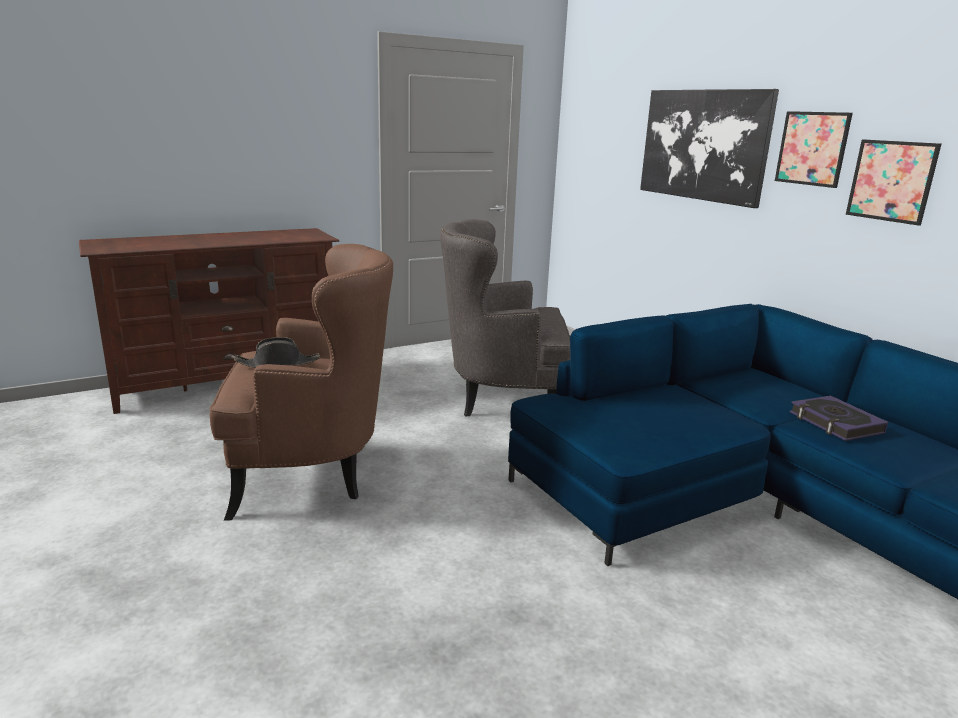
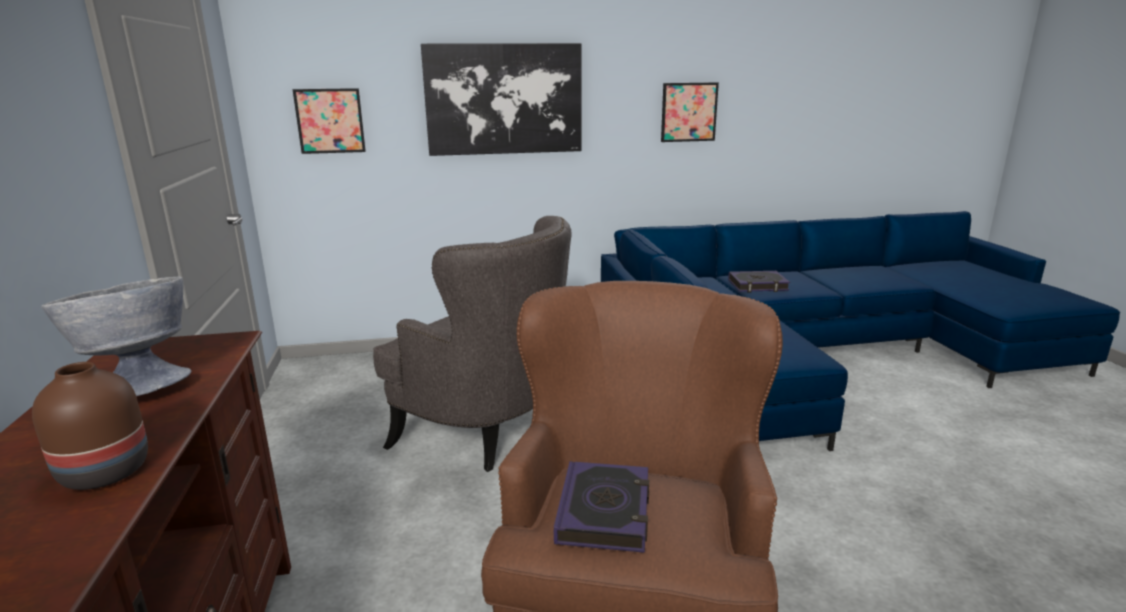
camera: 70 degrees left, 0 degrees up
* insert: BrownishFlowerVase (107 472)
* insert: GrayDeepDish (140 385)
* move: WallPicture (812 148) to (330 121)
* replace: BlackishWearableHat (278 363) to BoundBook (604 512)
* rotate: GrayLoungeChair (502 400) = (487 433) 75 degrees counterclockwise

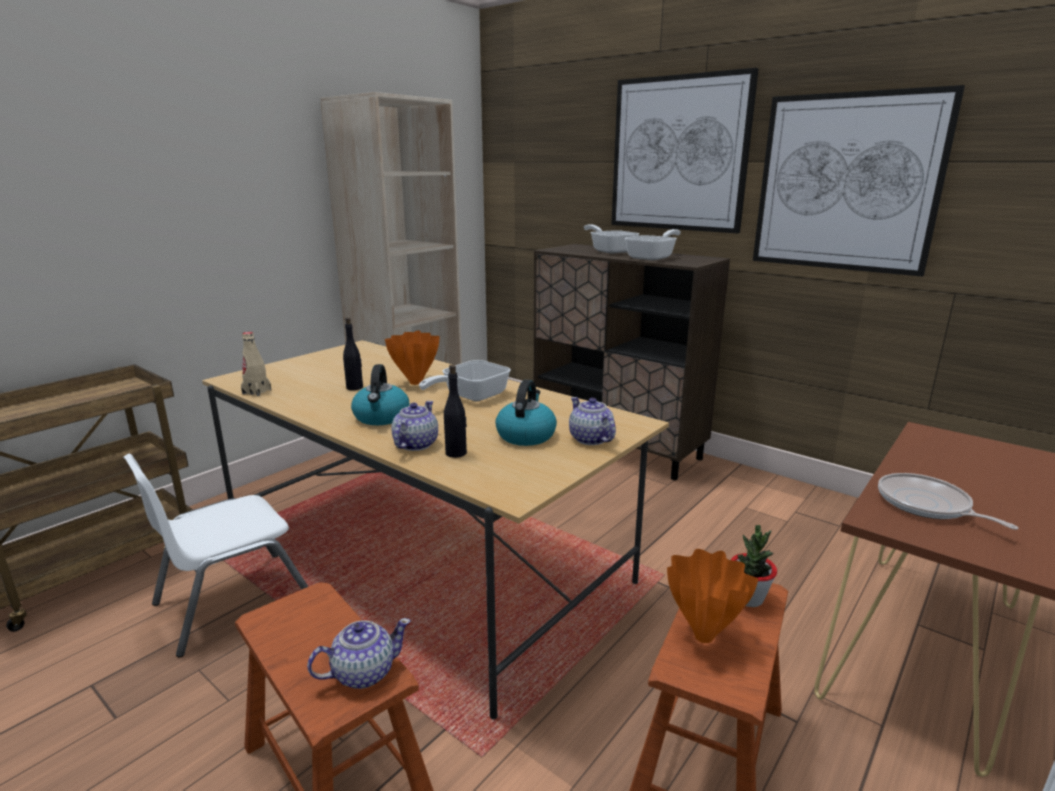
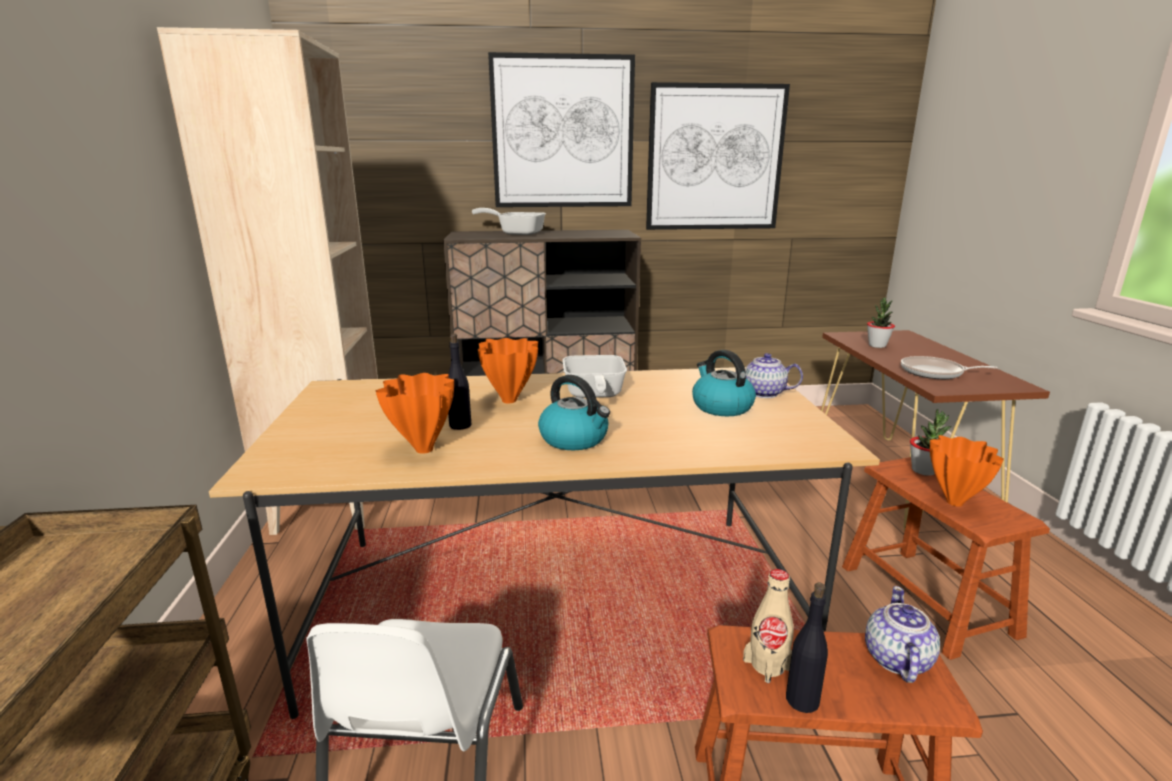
camera: 45 degrees left, 0 degrees up
* delete: PotForTea (415 444)
* delete: Pan (653 257)
* insert: OrangeyFlowerVase (423 449)
* insert: PlantInAPot (877 345)
* move: BeigeColouredBottle (256 391) to (767 665)
* move: BlackishBottle (456 453) to (802 700)

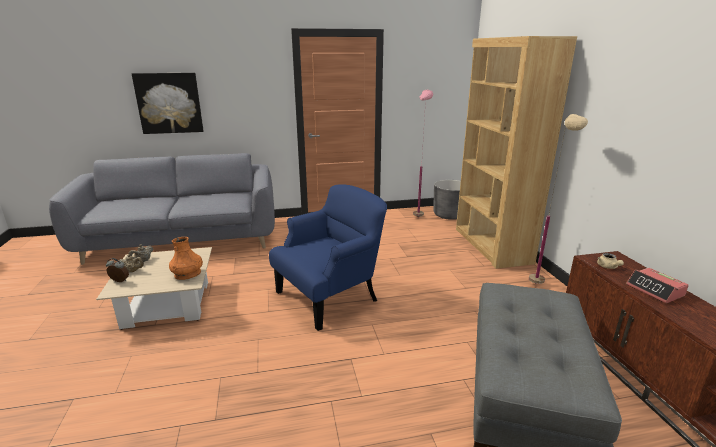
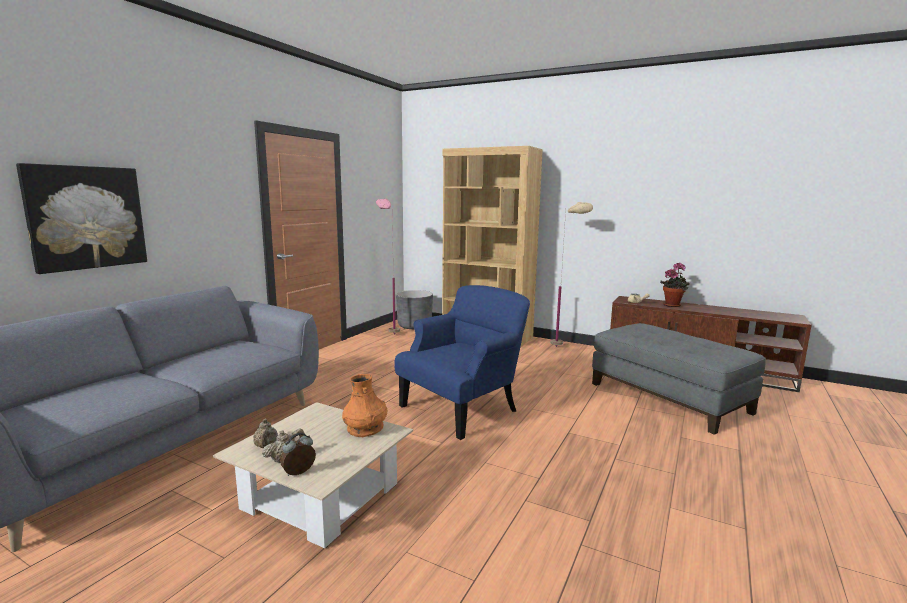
camera: 50 degrees left, 10 degrees down
* replace: TableClock (655 290) to PlantInAPot (673 305)
* rotate: BlueLoungeChair (330 296) = (462 408) 45 degrees clockwise

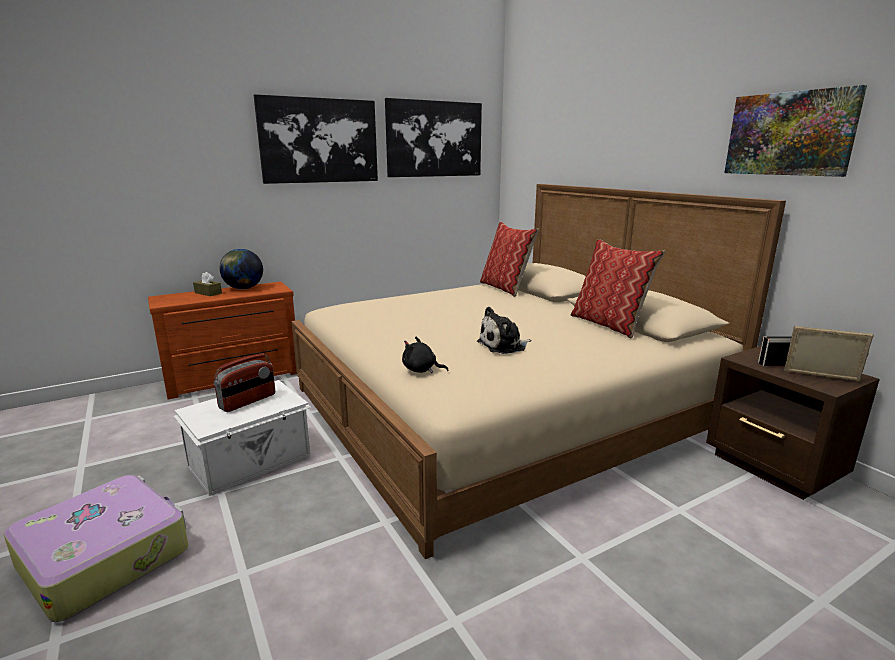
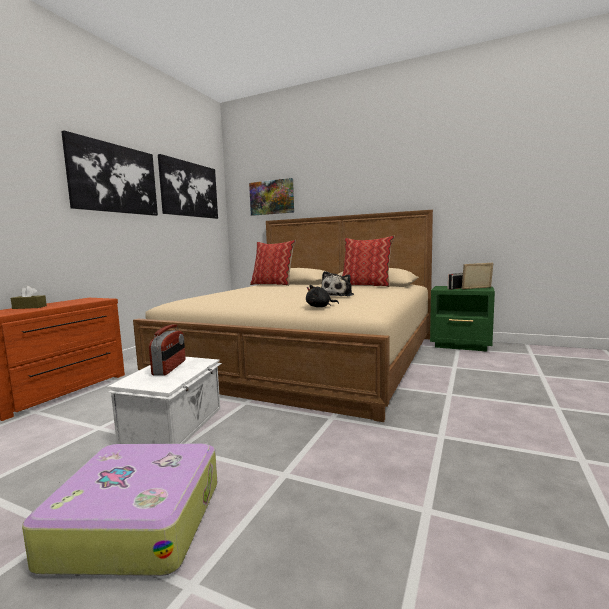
camera: 35 degrees left, 10 degrees down
* delete: Globe (243 288)
* move: WallPicture (789 134) to (272 197)
* recolor: BrownishNightstand (774 467) to GreenColouredNightstand (461 345)

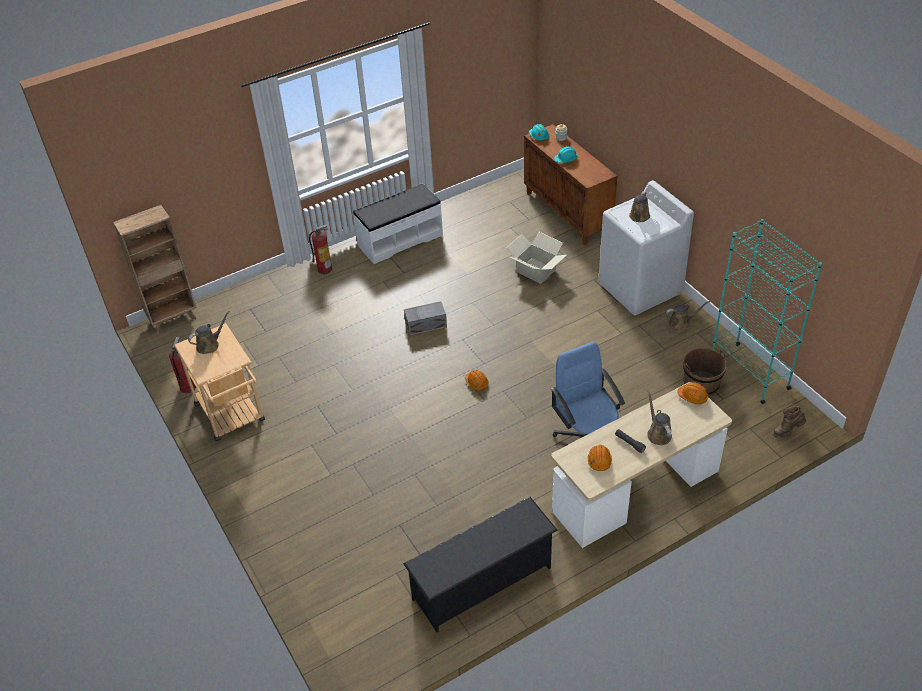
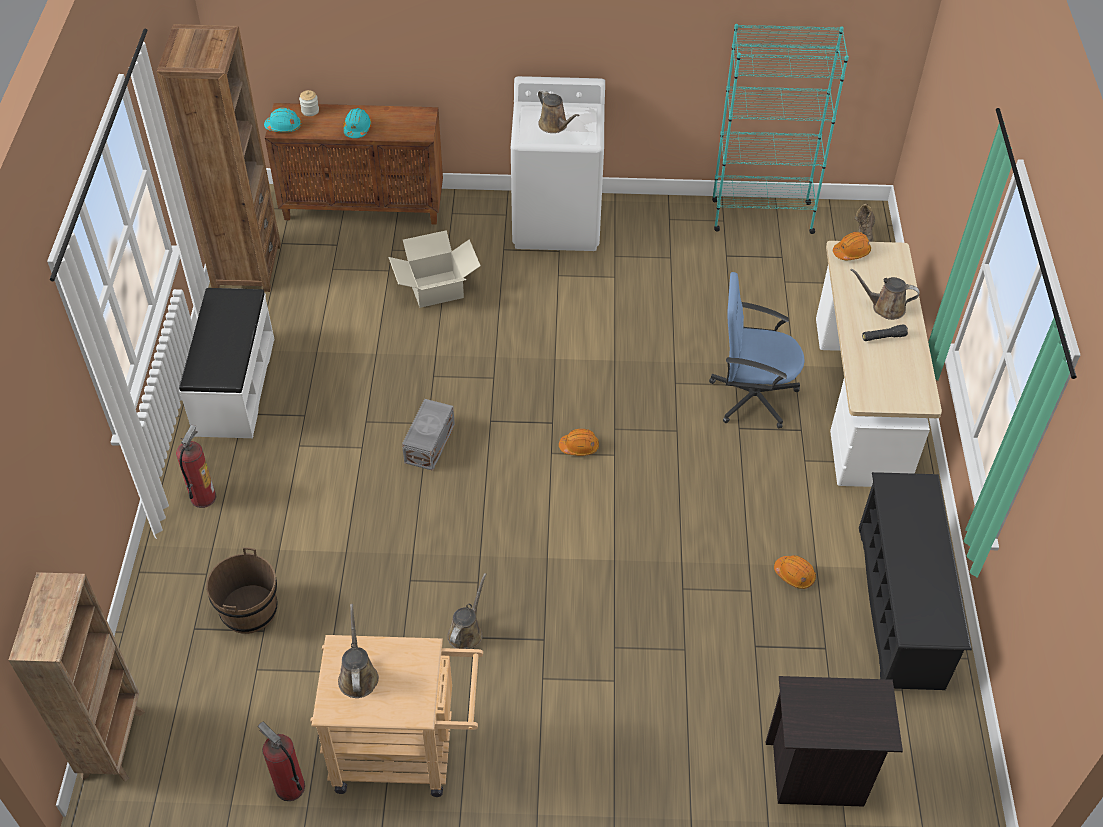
camera: 60 degrees left, 5 degrees up
* insert: BrownishShelvingUnit (246 267)
* insert: BlackishNightstand (817 774)
* move: OrangeySafetyHelmet (599 460) to (794 575)
* move: BrownishWateringPot (681 323) to (466 632)
* move: BrownishPail (701 384) to (249 610)

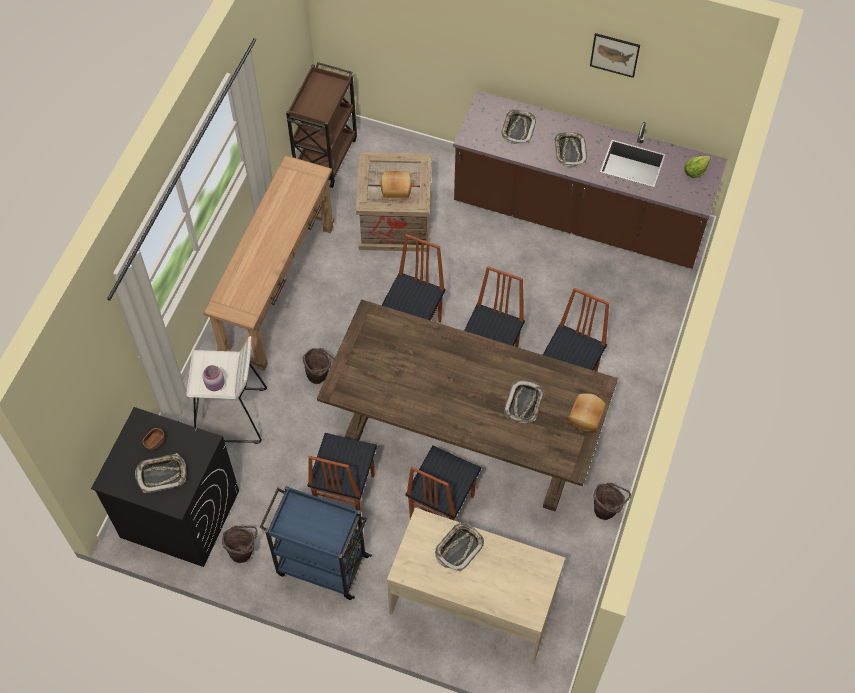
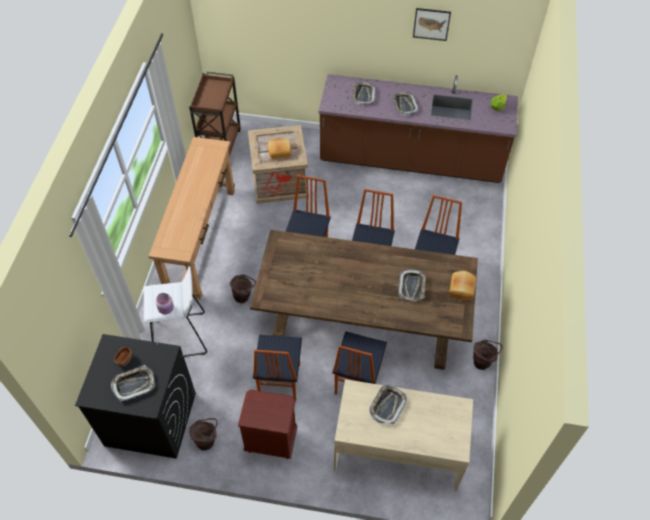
camera: 10 degrees left, 5 degrees down
* replace: BlueCart (321 564) to BrownishNightstand (271 440)

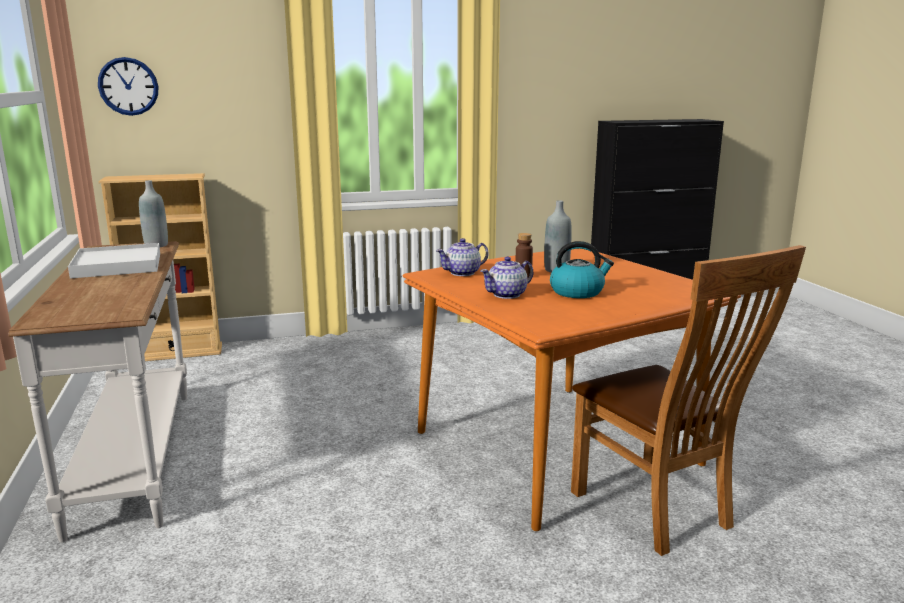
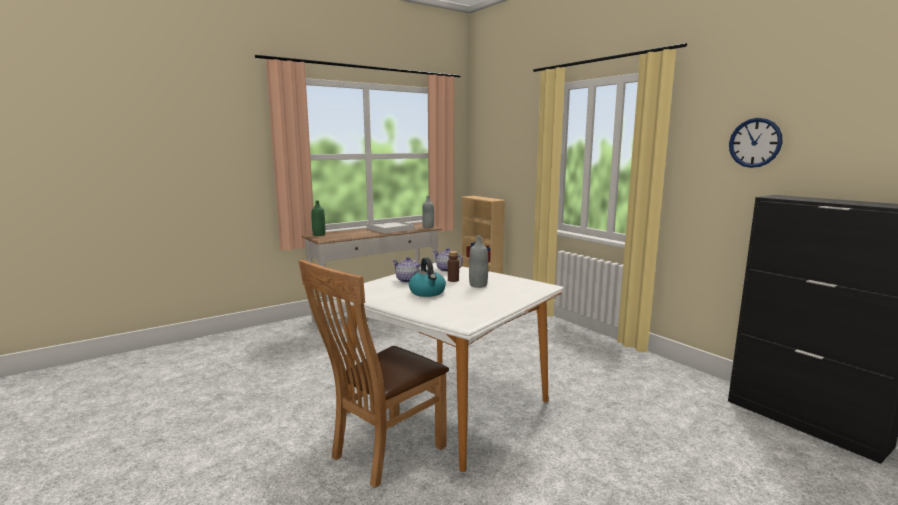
camera: 70 degrees right, 5 degrees down
* insert: GreenColouredBottle (319 235)
* move: WallClock (128 86) to (755 143)
* recolor: OrangeyDiningTable (556 448) to WhitishDiningTable (449 407)

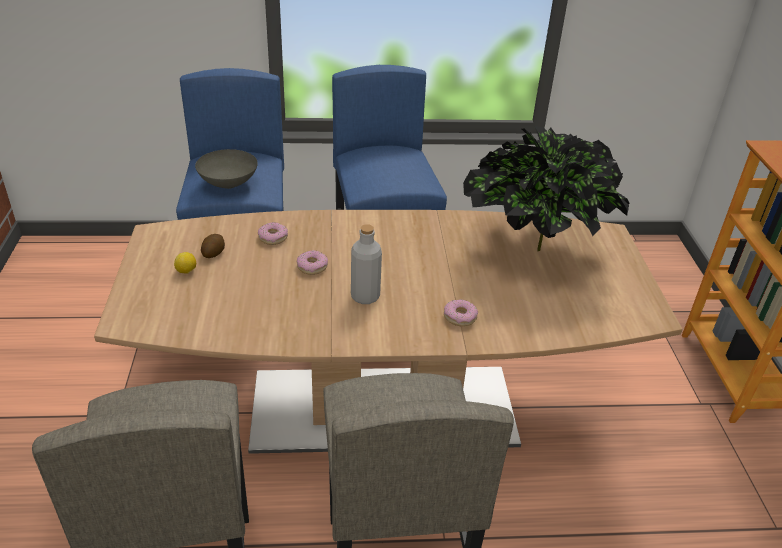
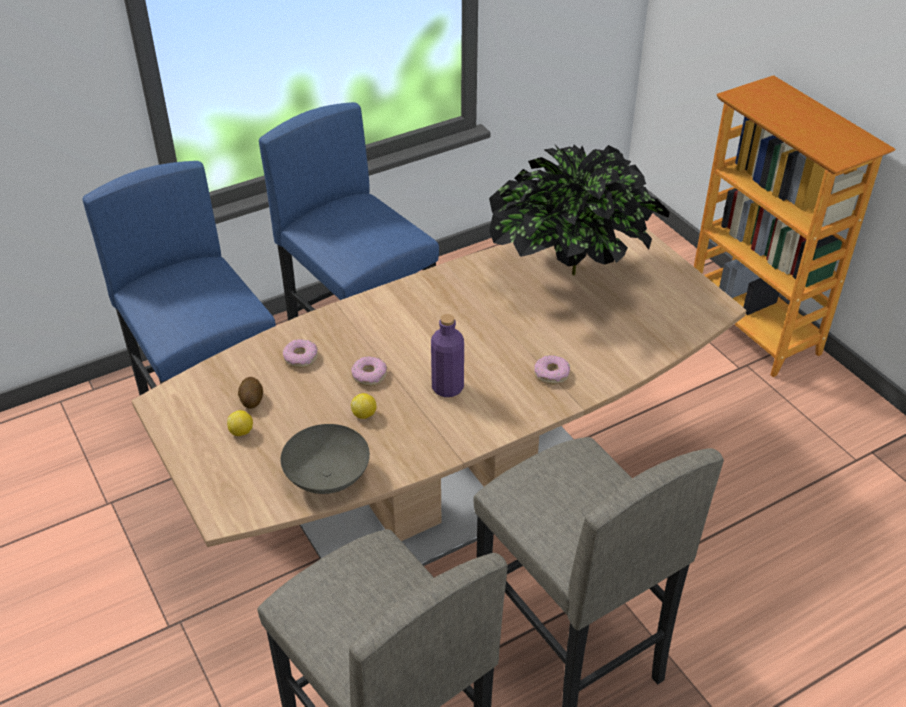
camera: 25 degrees left, 5 degrees up
* insert: WholeLemon (364 414)
* move: GrayDeepDish (228 183) to (327 477)
* recolor: GrayBottle (365 296) to PurpleBottle (447 388)

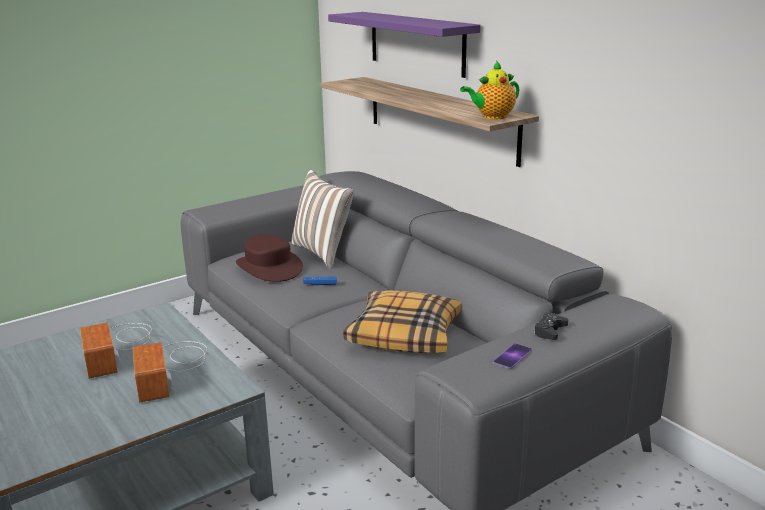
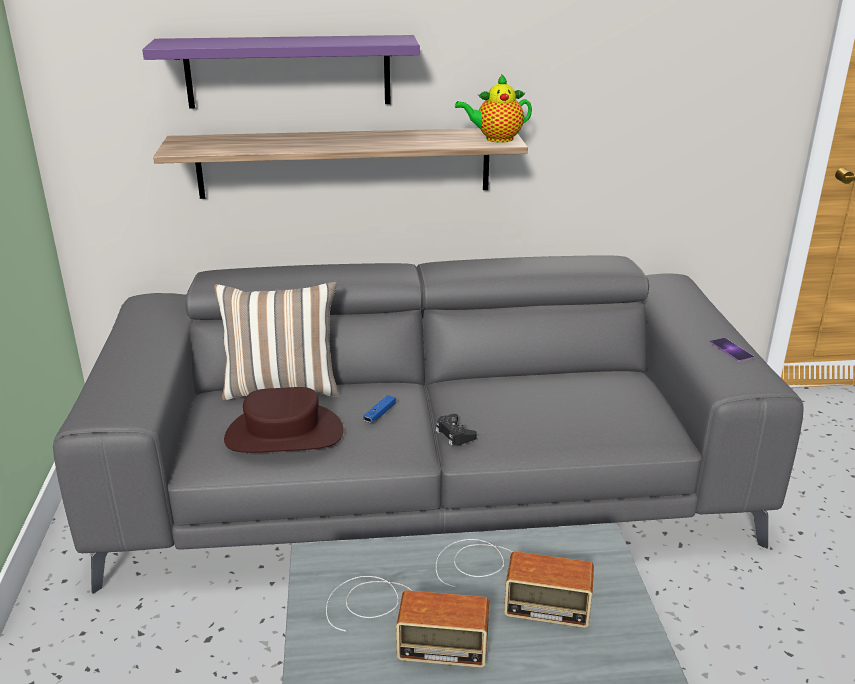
camera: 60 degrees left, 5 degrees up
* delete: ThrowPillow (405 334)
* move: BlackishGamepad (550 331) to (454 434)
* rotate: PotForTea (492 117) = (496 139) 75 degrees clockwise

